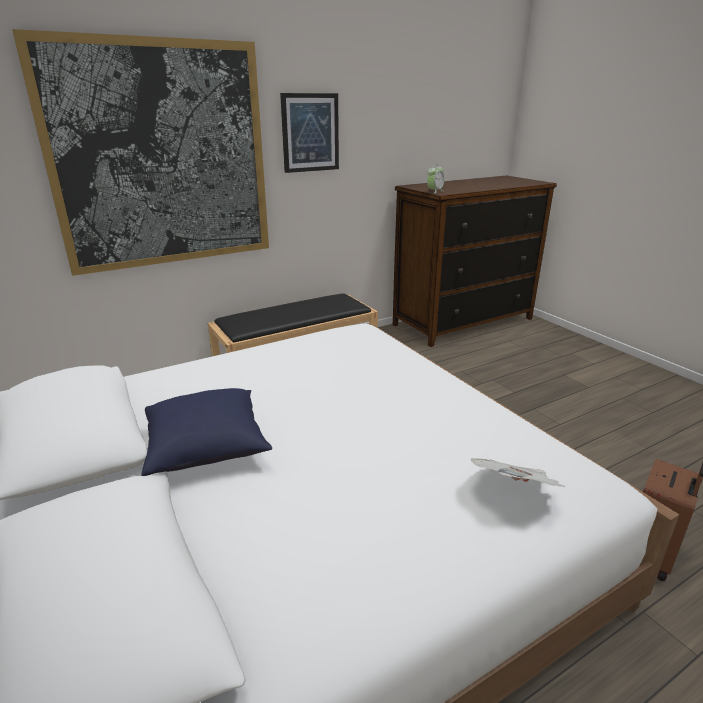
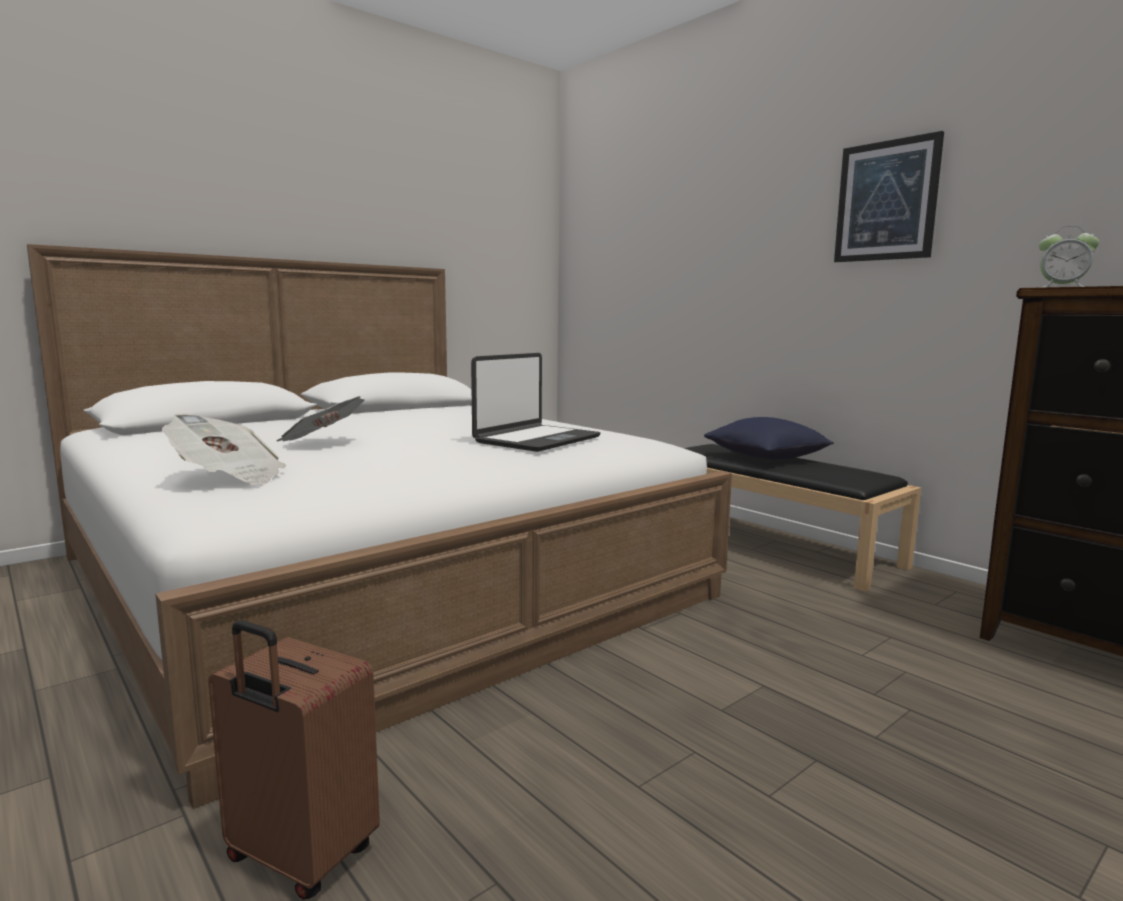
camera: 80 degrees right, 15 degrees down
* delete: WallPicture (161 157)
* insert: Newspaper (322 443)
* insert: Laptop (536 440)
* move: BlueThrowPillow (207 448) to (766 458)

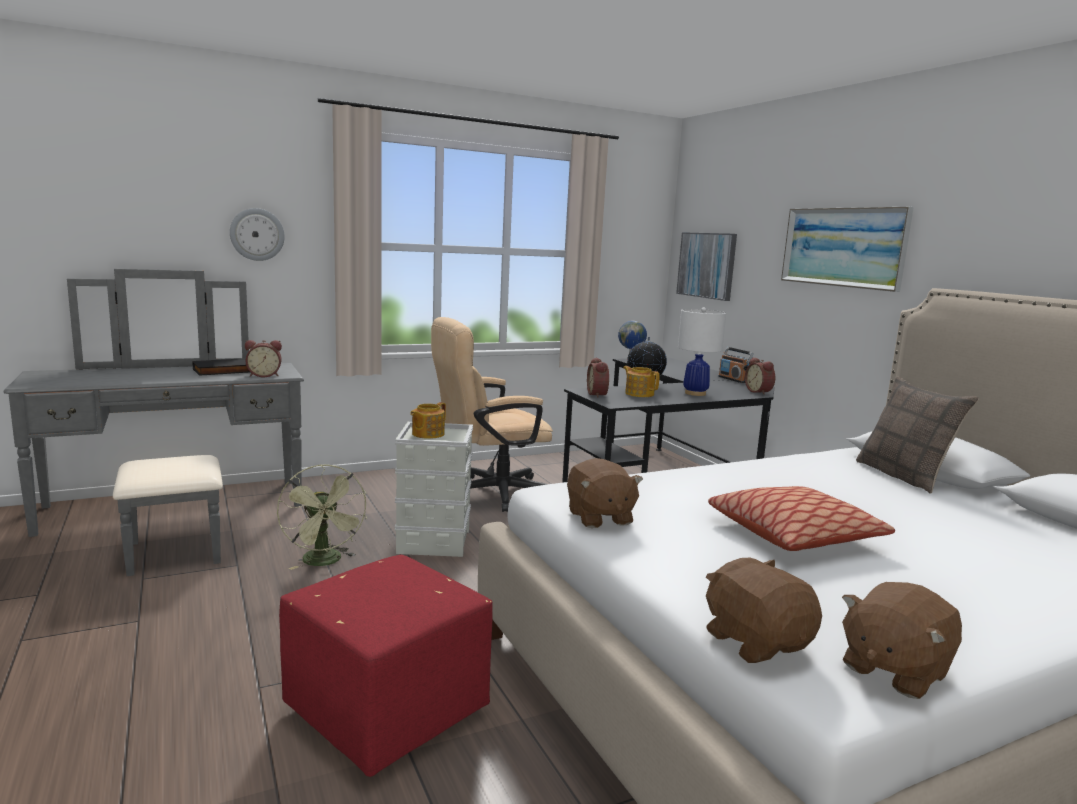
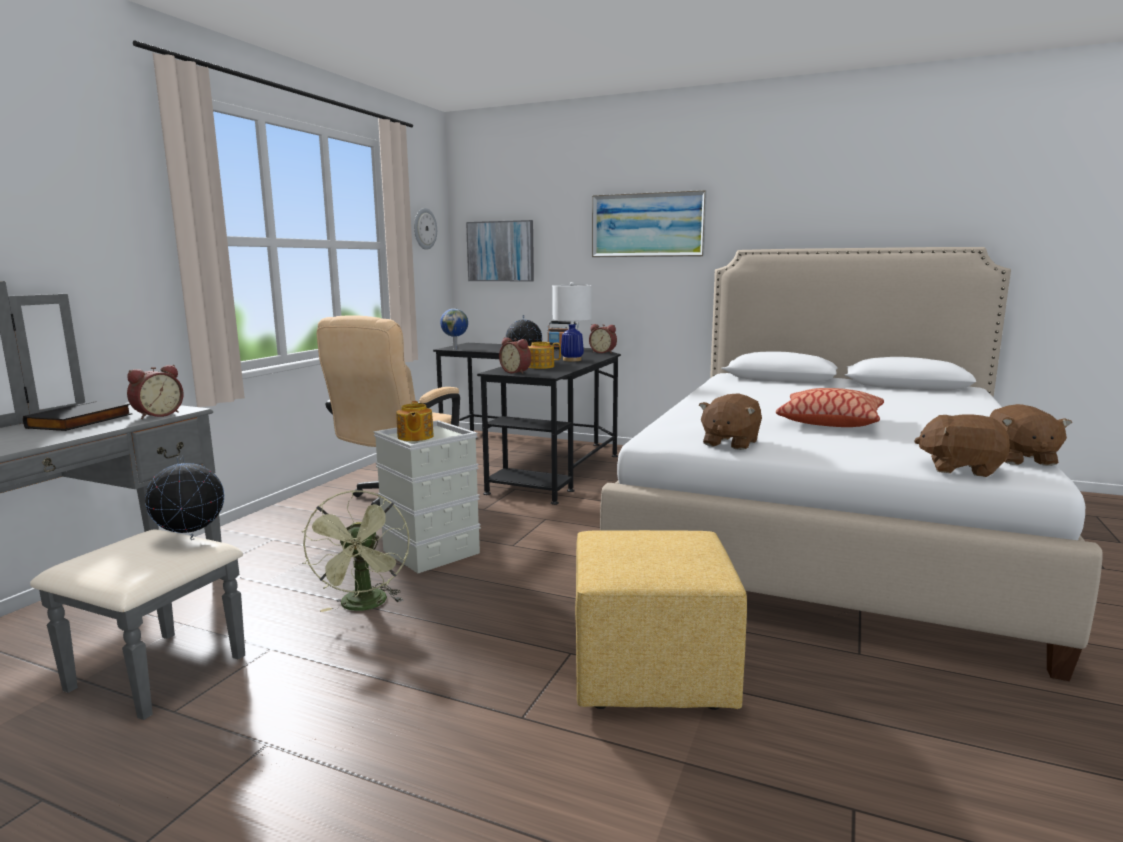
camera: 40 degrees left, 0 degrees up
* delete: ThrowPillow (904 476)
* insert: Globe (190 539)
* move: WallClock (257 234) to (424 228)
* recolor: RedColouredPouffe (389 711) to YellowishPouffe (651 672)
* rotate: GreenColouredCoolingFan (325 562) = (364 606) 60 degrees clockwise
* rotate: BrownishSoftToy (599 517) = (729 443) 90 degrees clockwise

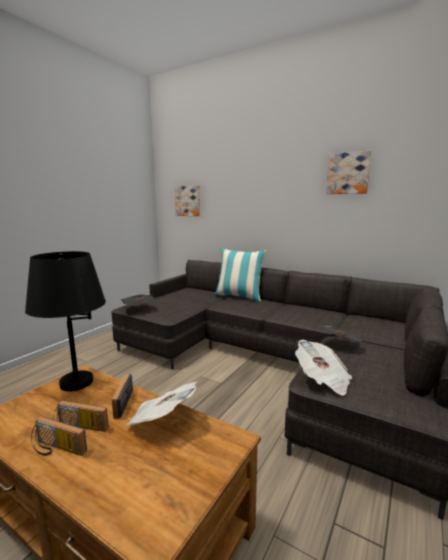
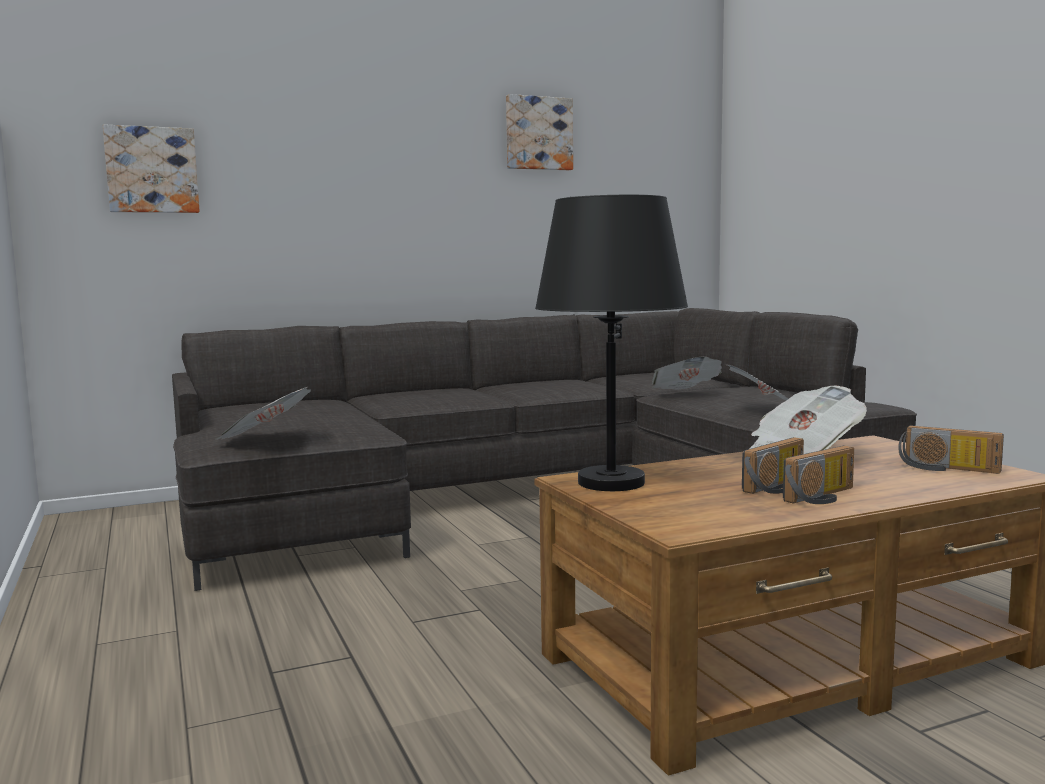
camera: 55 degrees left, 5 degrees down
* delete: ThrowPillow (239 296)
* move: RadioSet (119 403) to (947 469)

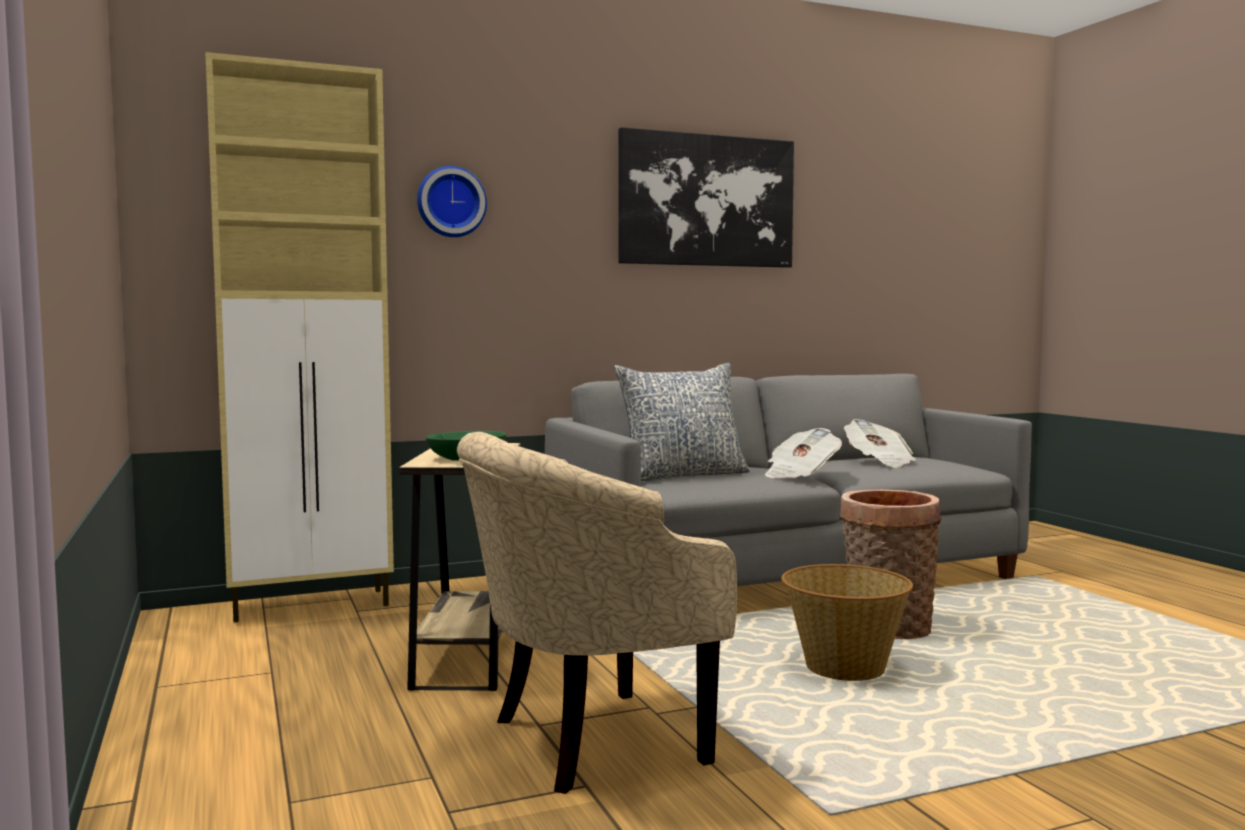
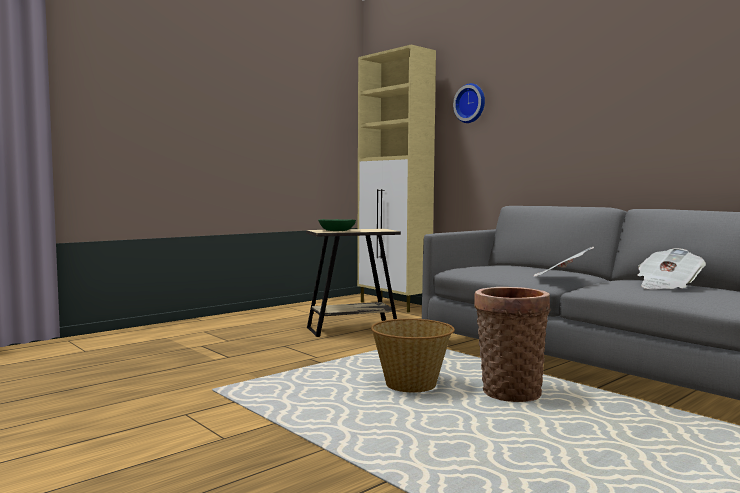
camera: 70 degrees right, 0 degrees up
* delete: BeigeColouredLoungeChair (586 741)
* delete: ThrowPillow (682 475)
* delete: WallPicture (706 201)

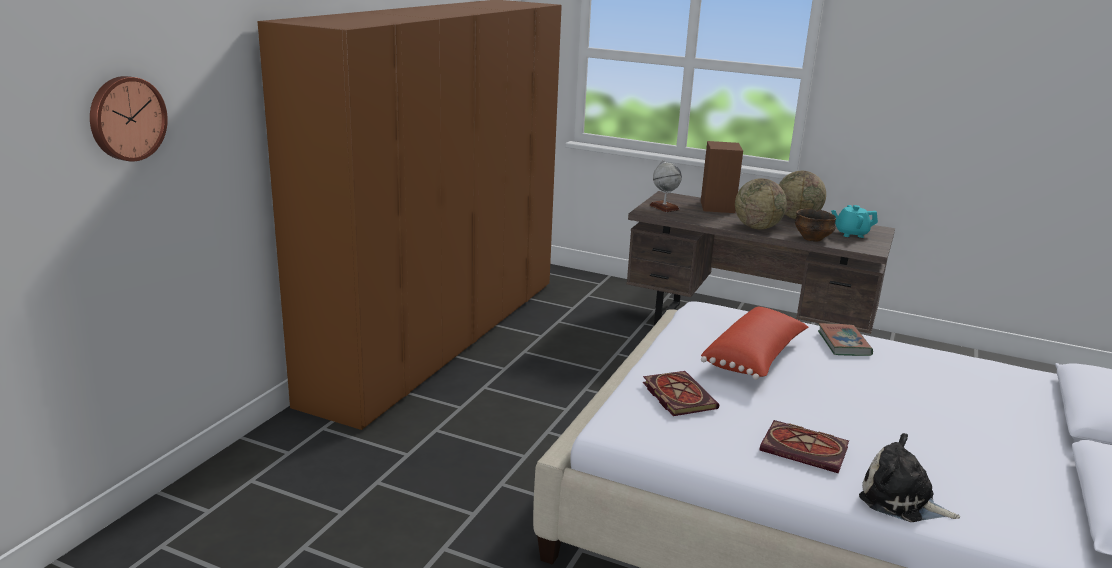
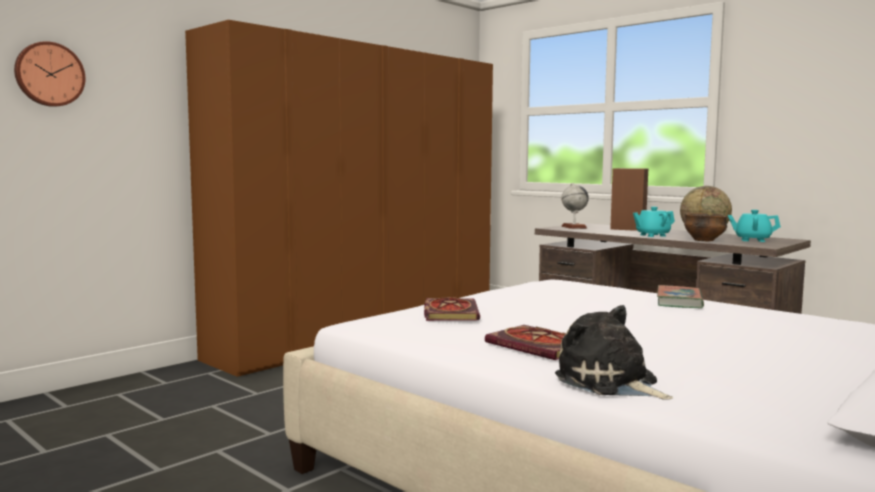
camera: 20 degrees right, 15 degrees down
* delete: RedColouredThrowPillow (755 358)
* replace: Globe (757 227) to TurquoiseColouredPotForTea (652 235)

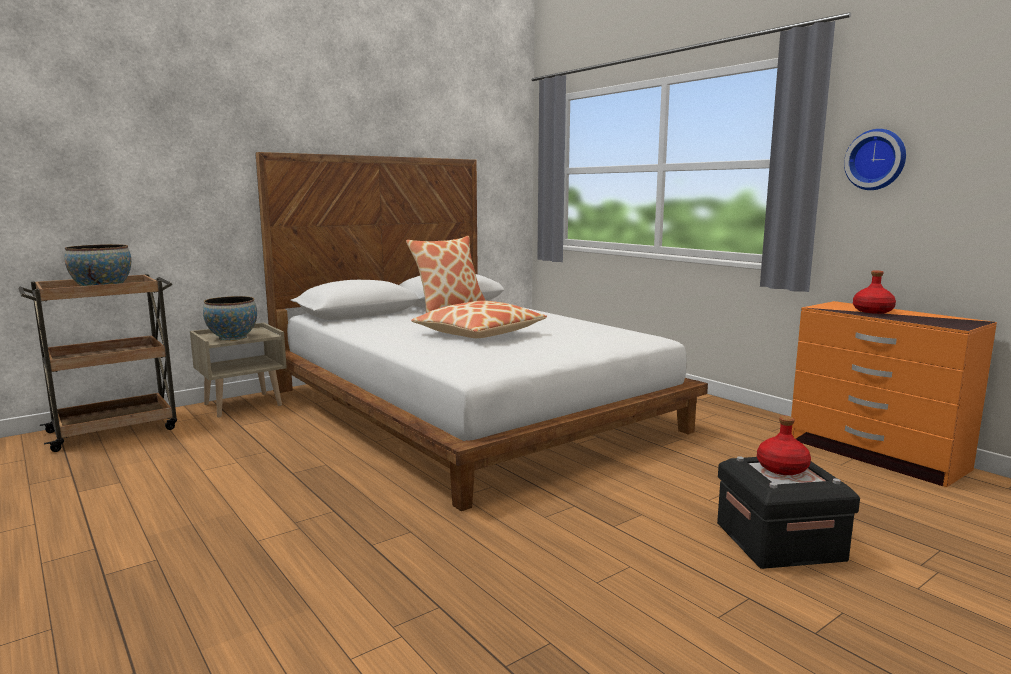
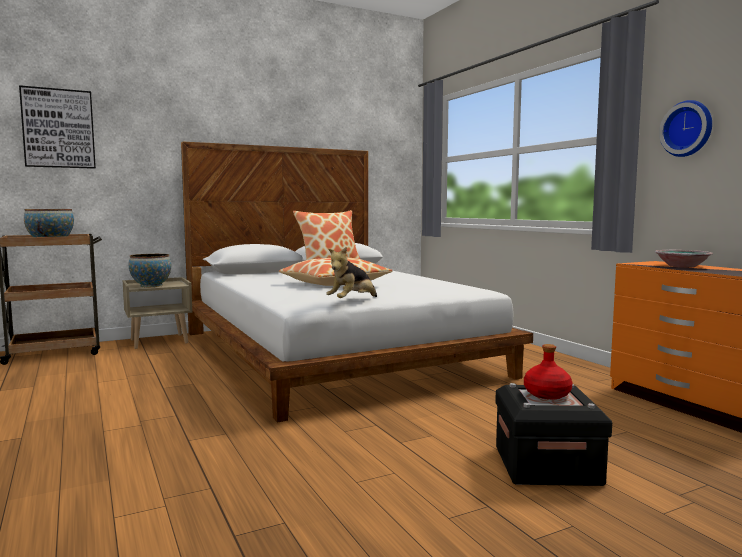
camera: 10 degrees right, 5 degrees down
* insert: WallPicture (58 128)
* insert: SoftToy (352 301)
* replace: RedColouredBottle (872 311) to DeepDish (681 266)

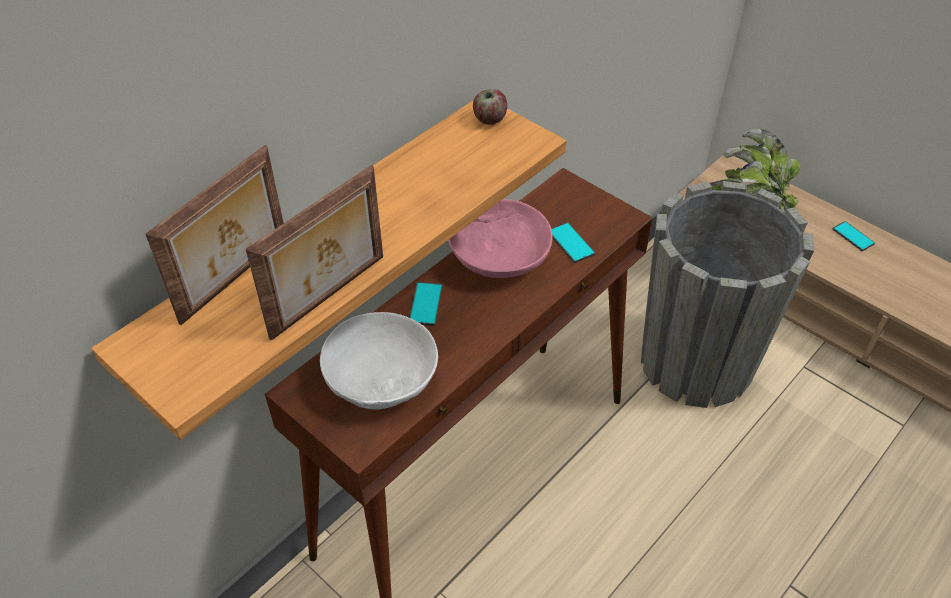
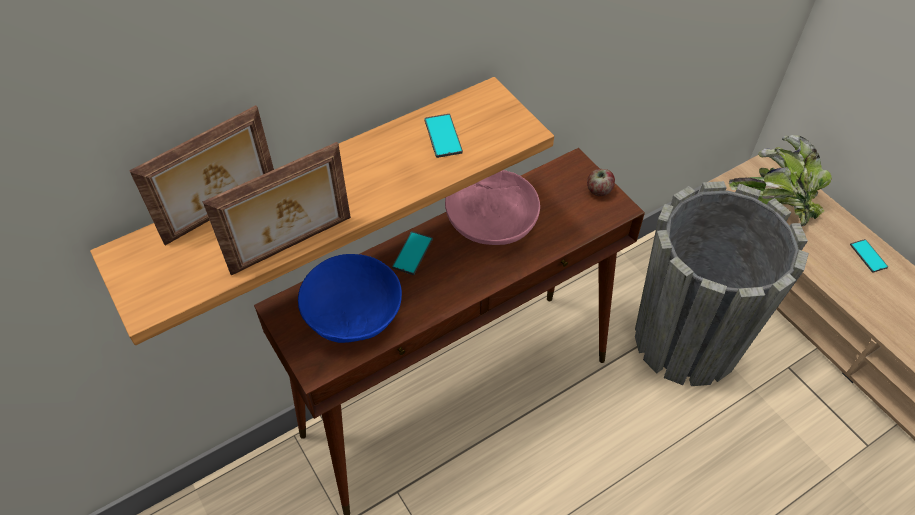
camera: 15 degrees right, 5 degrees up
* move: AppleFruit (489 119) to (598 190)
* move: Handset (570 243) to (443 136)
* recolor: WhitishDeepDish (382 378) to BlueDeepDish (353 313)

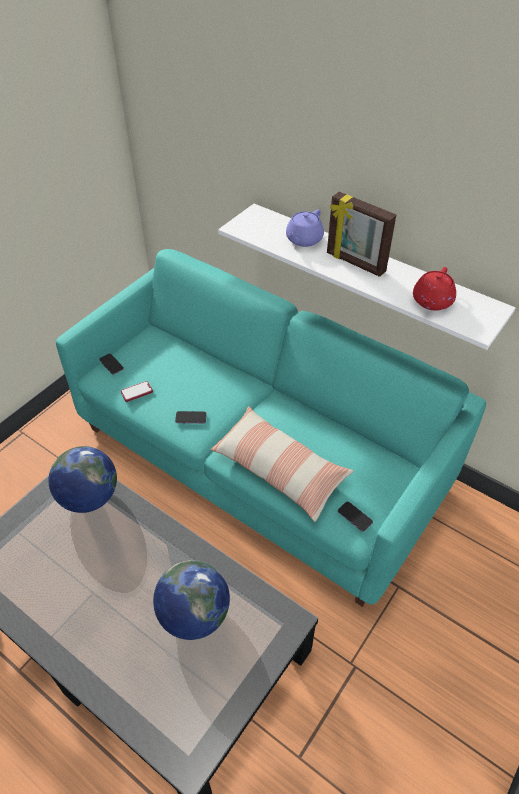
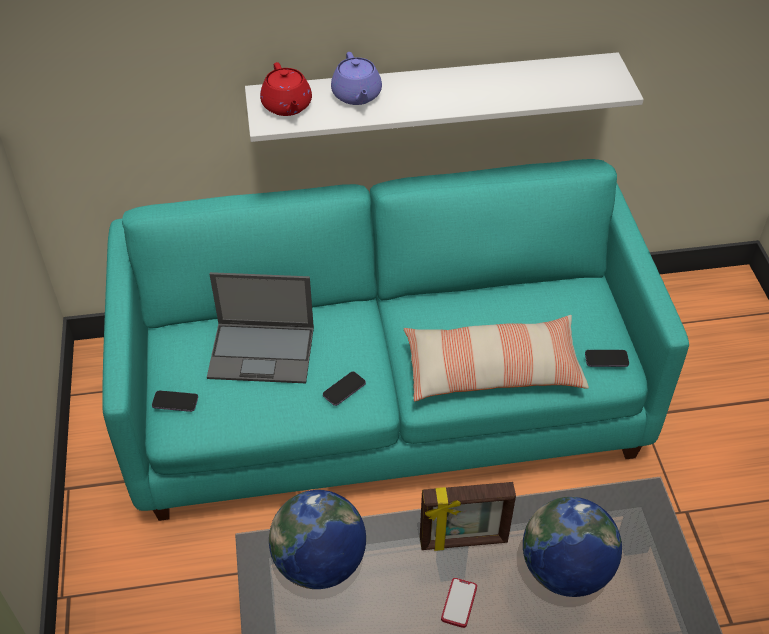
camera: 45 degrees left, 0 degrees up
* insert: Laptop (263 352)
* move: Handset (137 392) to (459 603)
* move: PictureFrame (355 263) to (463 541)
* move: RedColouredPotForTea (431 302) to (287 106)

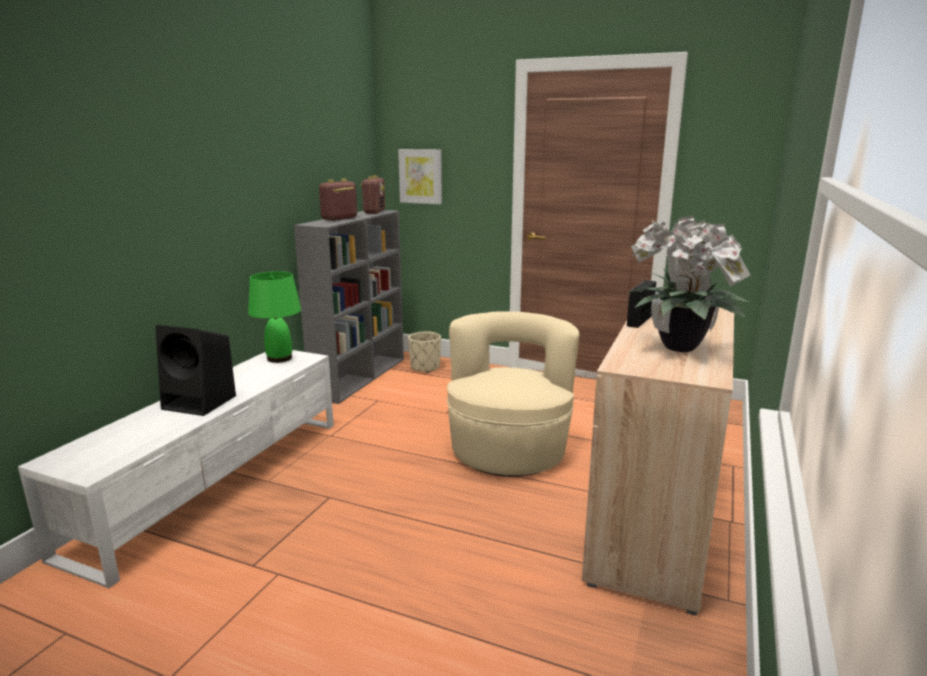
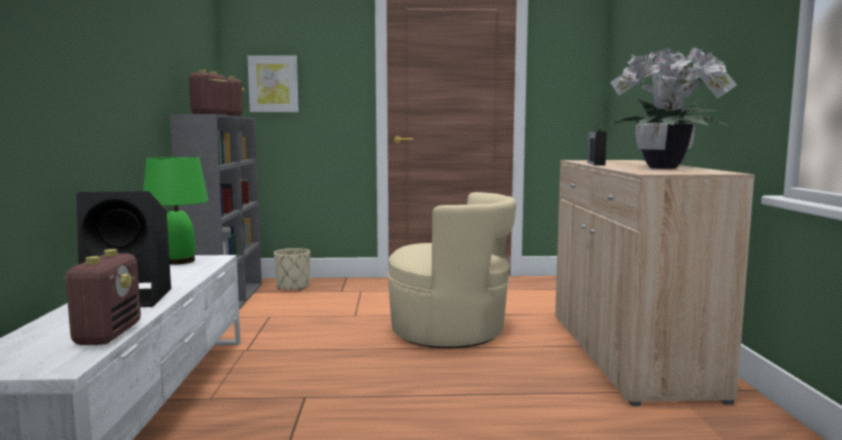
camera: 25 degrees left, 10 degrees down
* insert: RadioSet (108 334)
* rotate: BeigeColouredLoungeChair (508 451) = (450 332) 120 degrees clockwise

